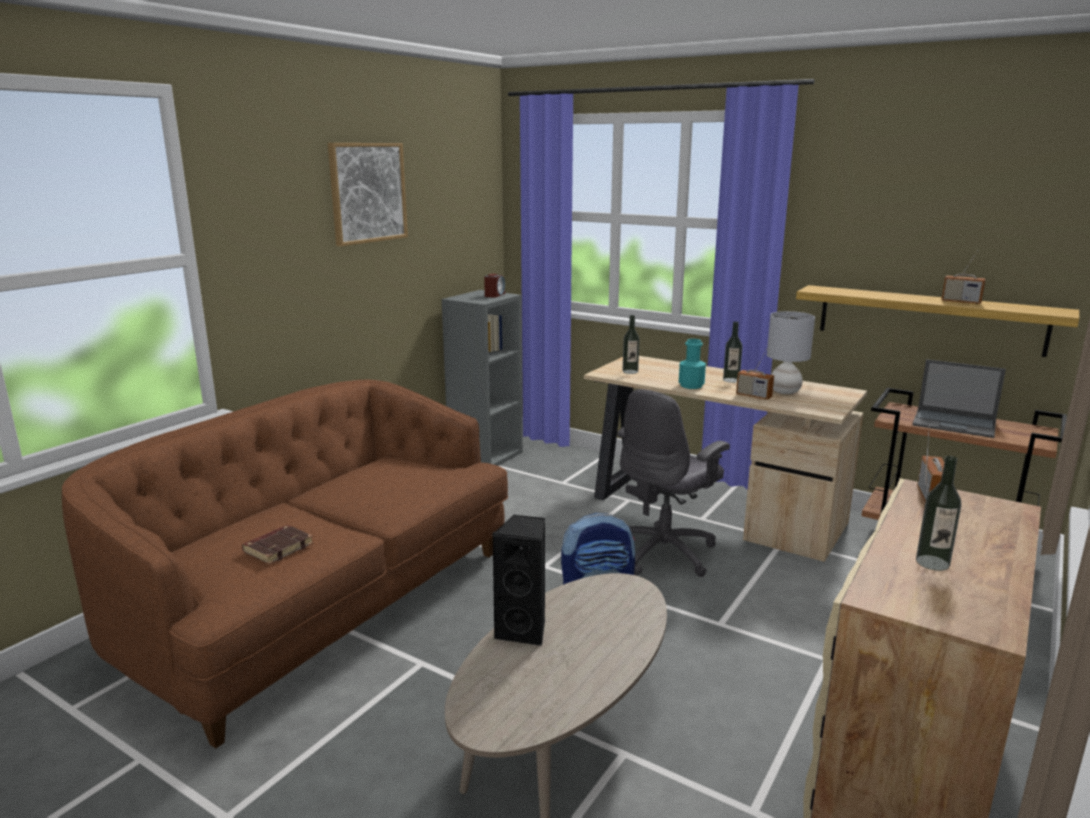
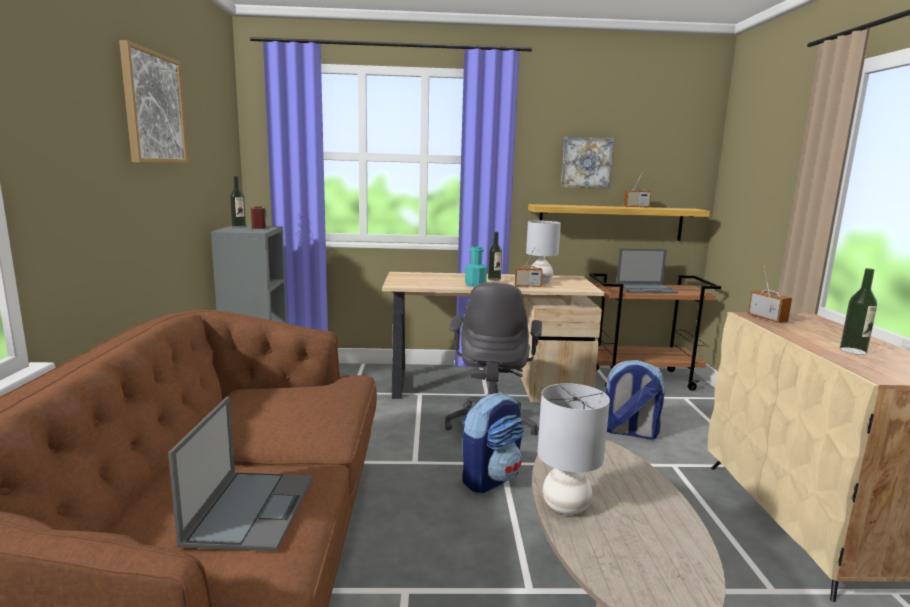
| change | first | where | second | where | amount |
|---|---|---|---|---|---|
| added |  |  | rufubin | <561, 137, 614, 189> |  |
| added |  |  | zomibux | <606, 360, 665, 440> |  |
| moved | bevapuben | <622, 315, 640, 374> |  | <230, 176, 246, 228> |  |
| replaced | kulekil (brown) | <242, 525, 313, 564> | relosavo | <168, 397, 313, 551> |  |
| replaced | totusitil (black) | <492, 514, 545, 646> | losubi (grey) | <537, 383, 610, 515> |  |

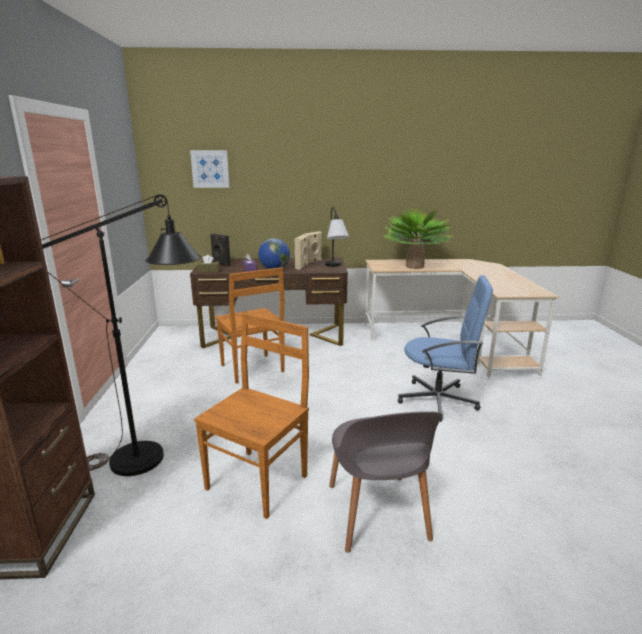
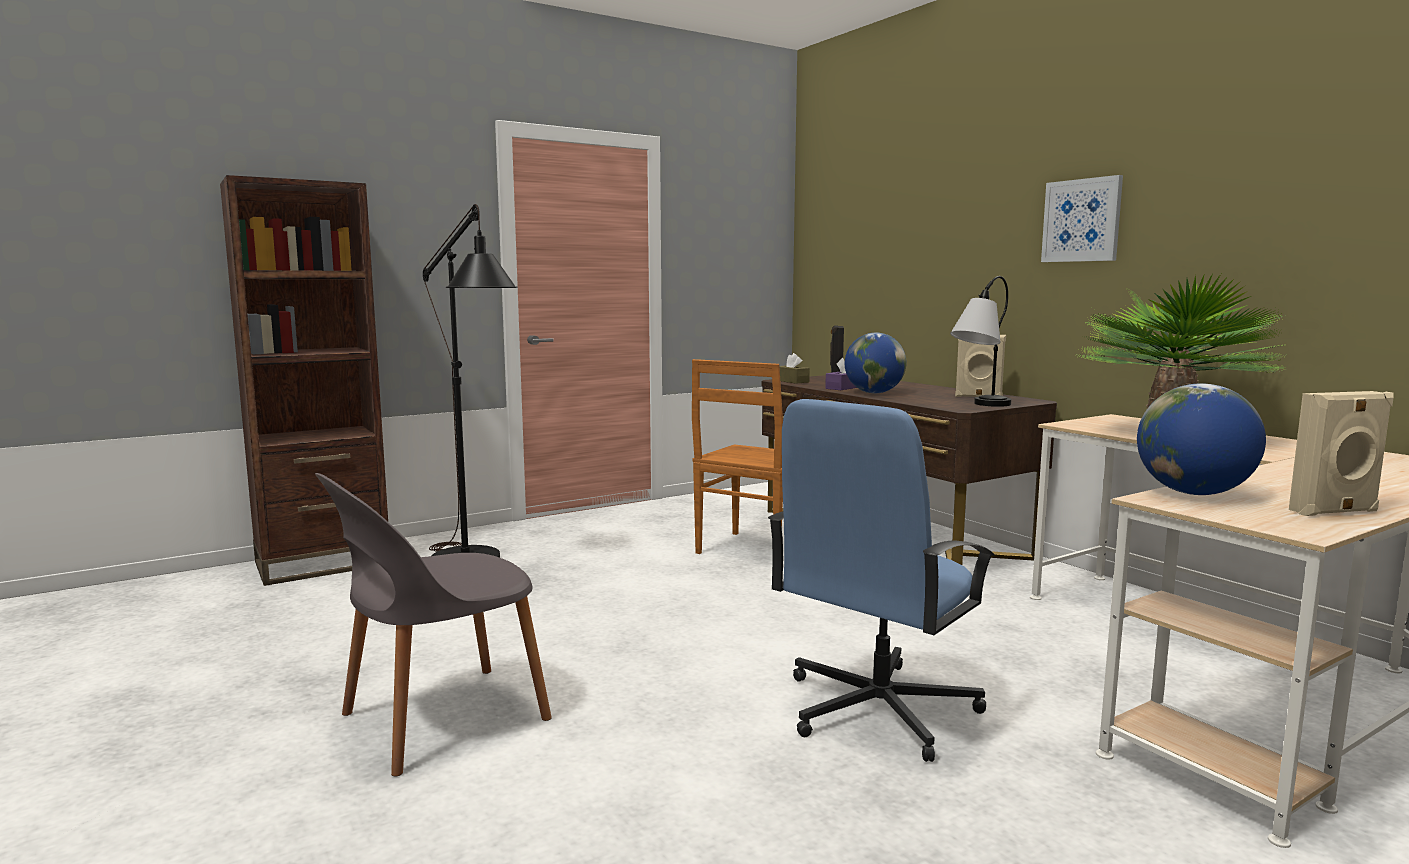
| change | first | where | second | where | amount |
|---|---|---|---|---|---|
| removed | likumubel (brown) | <194, 313, 309, 519> |  |  |  |
| added |  |  | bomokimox | <1137, 383, 1266, 495> |  |
| moved | rufubin | <190, 150, 229, 188> |  | <1041, 175, 1123, 262> |  |
| moved | totusitil (beige) | <295, 235, 308, 270> |  | <1289, 391, 1394, 516> |  |
| turned | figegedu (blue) | <398, 275, 493, 422> |  | <768, 399, 995, 762> | 60 degrees clockwise |

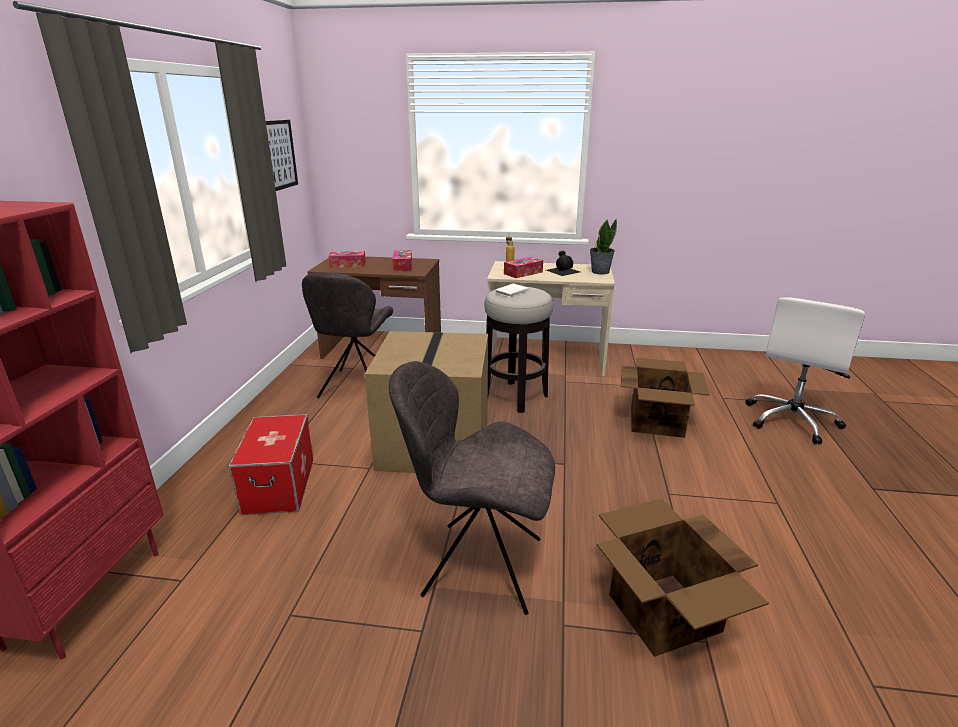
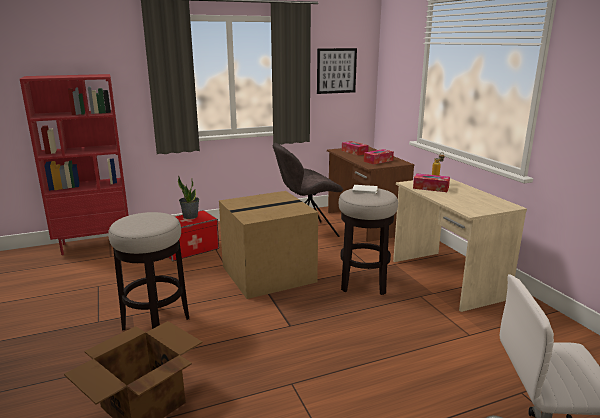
| change | first | where | second | where | amount |
|---|---|---|---|---|---|
| removed | bevapuben (black) | <546, 250, 580, 276> |  |  |  |
| removed | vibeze | <621, 358, 709, 438> |  |  |  |
| moved | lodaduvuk | <590, 219, 617, 274> |  | <178, 176, 199, 219> |  |
| replaced | likumubel (grey) | <389, 361, 555, 615> | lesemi | <108, 212, 189, 330> |  |

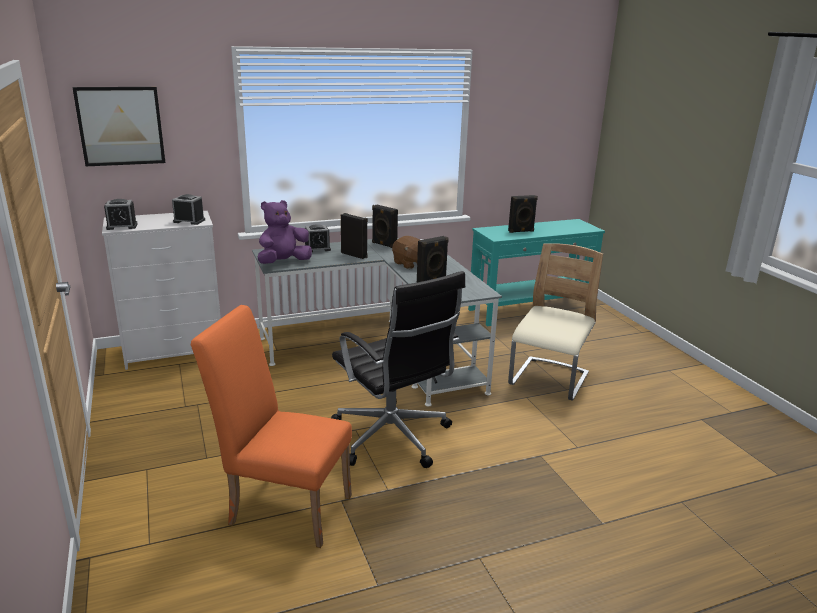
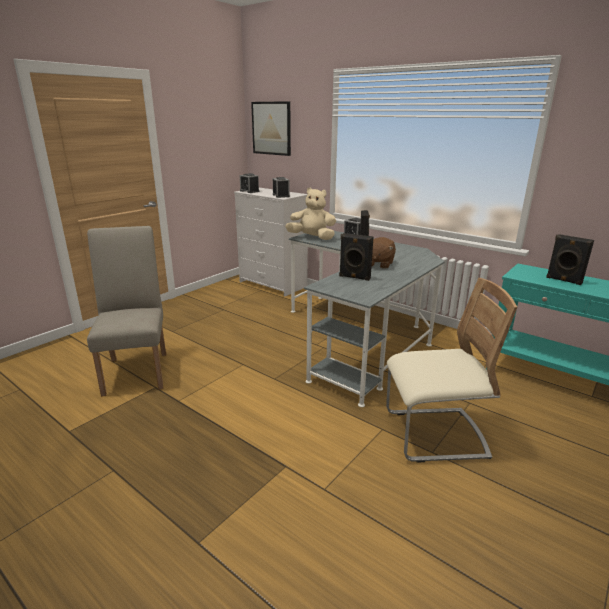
| change | first | where | second | where | amount |
|---|---|---|---|---|---|
| removed | figegedu (black) | <331, 271, 465, 468> |  |  |  |
| removed | totusitil (black) | <372, 205, 398, 248> |  |  |  |
| recoloured | likumubel (orange) | <191, 305, 352, 548> | likumubel (beige) | <87, 226, 166, 397> |  |
| recoloured | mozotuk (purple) | <258, 200, 312, 264> | mozotuk (beige) | <285, 188, 336, 240> |  |

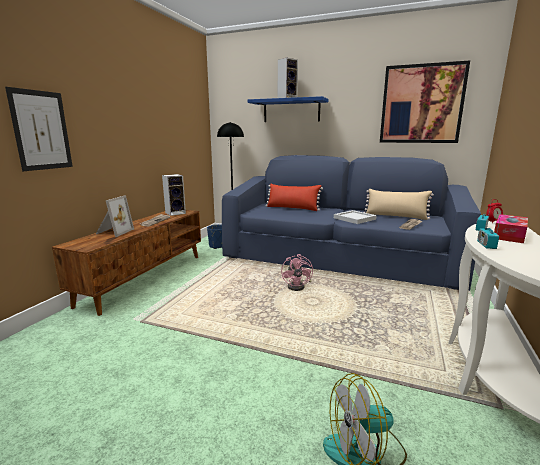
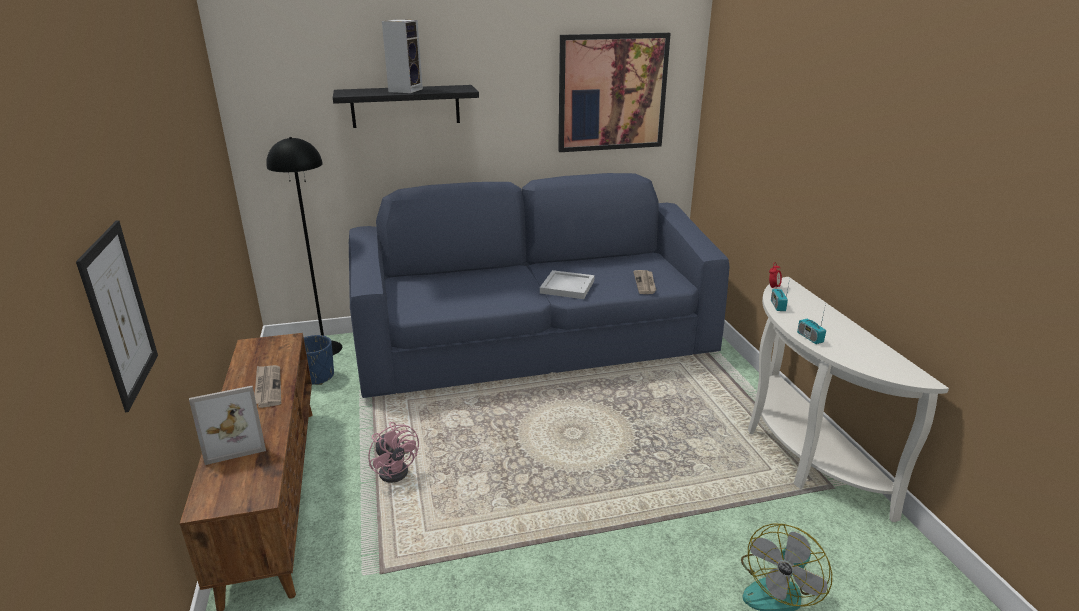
| change | first | where | second | where | amount |
|---|---|---|---|---|---|
| removed | totusitil | <162, 174, 186, 216> |  |  |  |
| removed | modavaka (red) | <265, 183, 323, 211> |  |  |  |
| removed | modavaka (beige) | <363, 189, 434, 220> |  |  |  |
| removed | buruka | <494, 214, 528, 243> |  |  |  |
| moved | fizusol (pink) | <281, 254, 313, 291> |  | <368, 422, 419, 483> |  |
| recoloured | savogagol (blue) | <248, 96, 328, 122> | savogagol (black) | <333, 85, 479, 128> |  |
| turned | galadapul | <96, 195, 134, 237> |  | <189, 386, 266, 465> | 90 degrees clockwise |

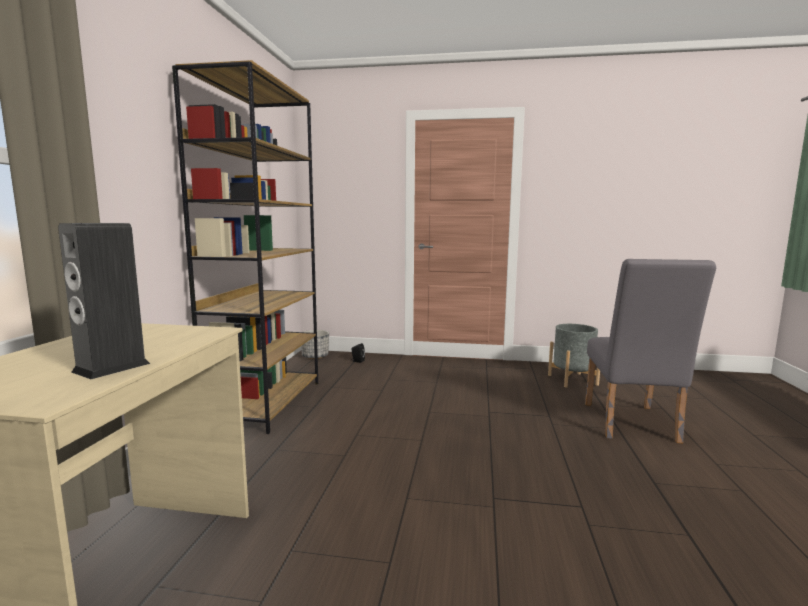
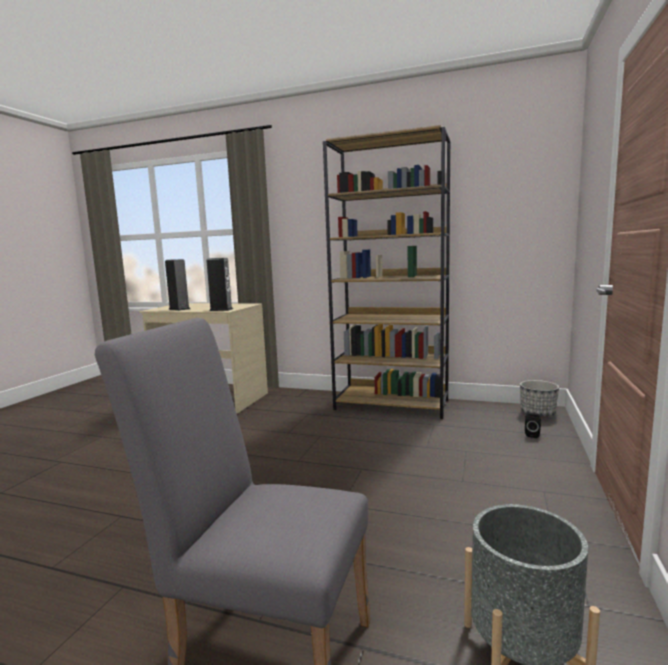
| change | first | where | second | where | amount |
|---|---|---|---|---|---|
| added |  |  | totusitil | <206, 258, 233, 311> |  |

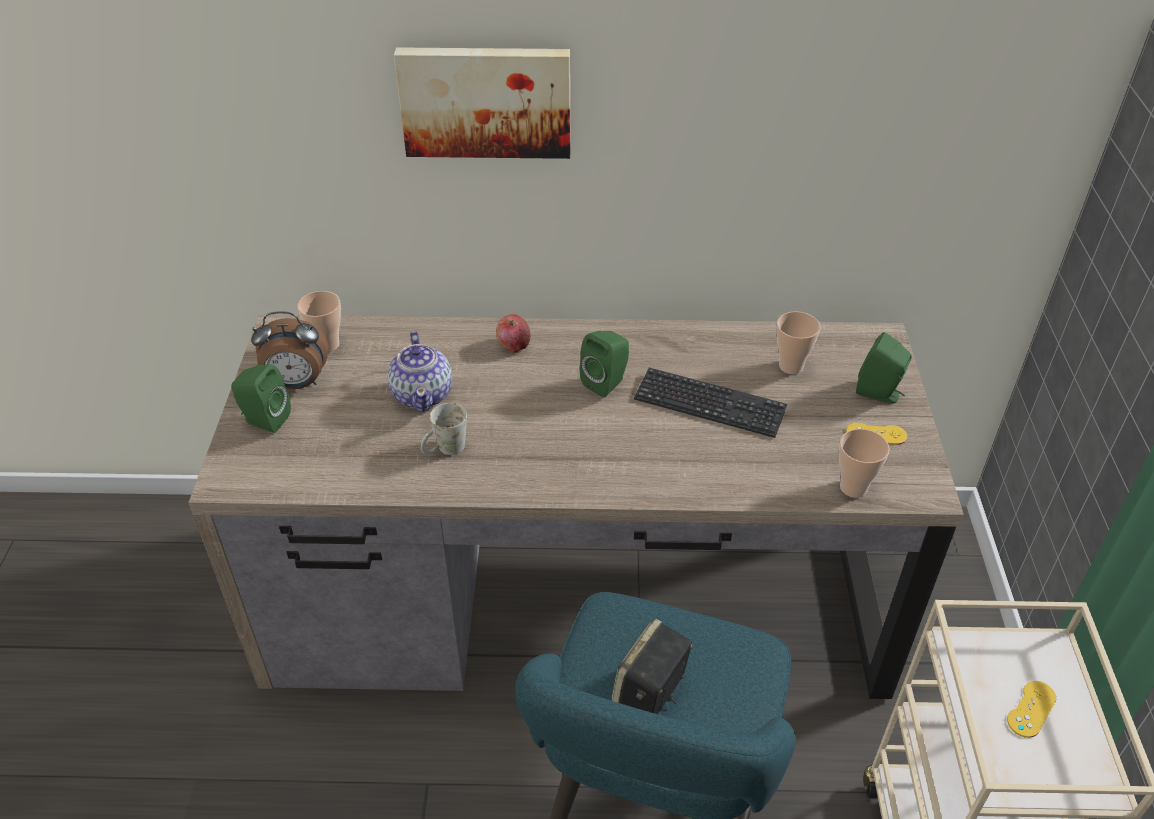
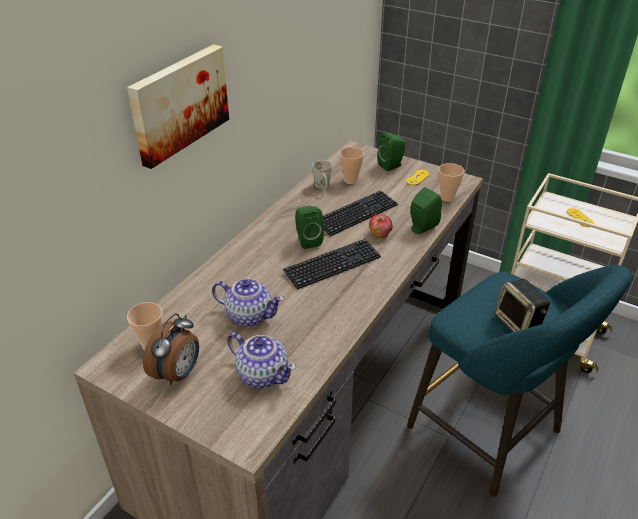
| change | first | where | second | where | amount |
|---|---|---|---|---|---|
| added |  |  | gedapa | <227, 332, 296, 388> |  |
| added |  |  | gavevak | <283, 239, 381, 290> |  |
| moved | totusitil (green) | <231, 364, 291, 433> |  | <411, 187, 442, 234> |  |
| moved | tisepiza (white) | <421, 403, 467, 455> |  | <312, 160, 332, 189> |  |
| moved | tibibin | <496, 314, 531, 353> |  | <369, 214, 393, 238> |  |

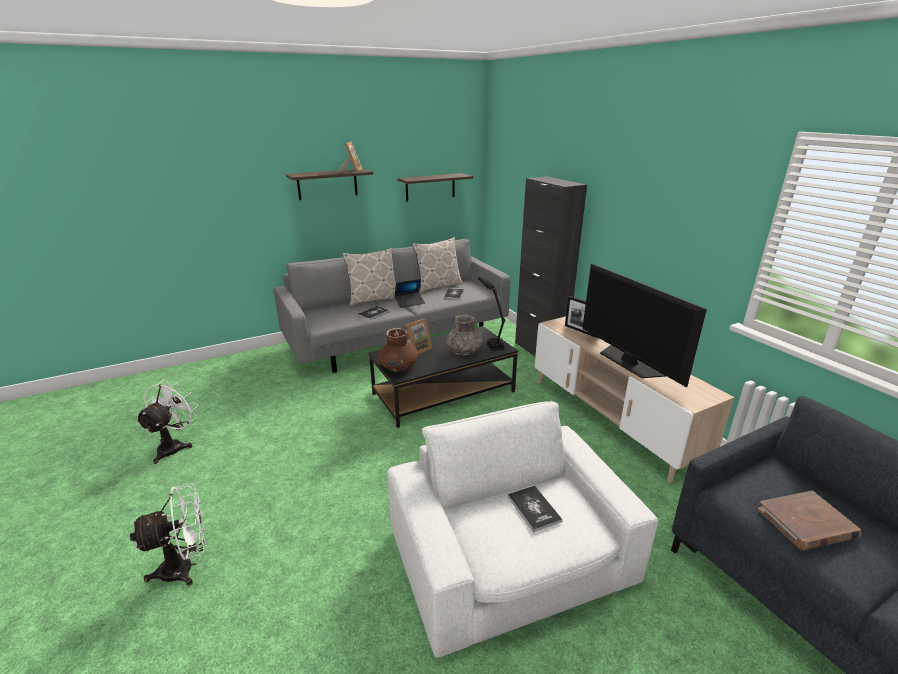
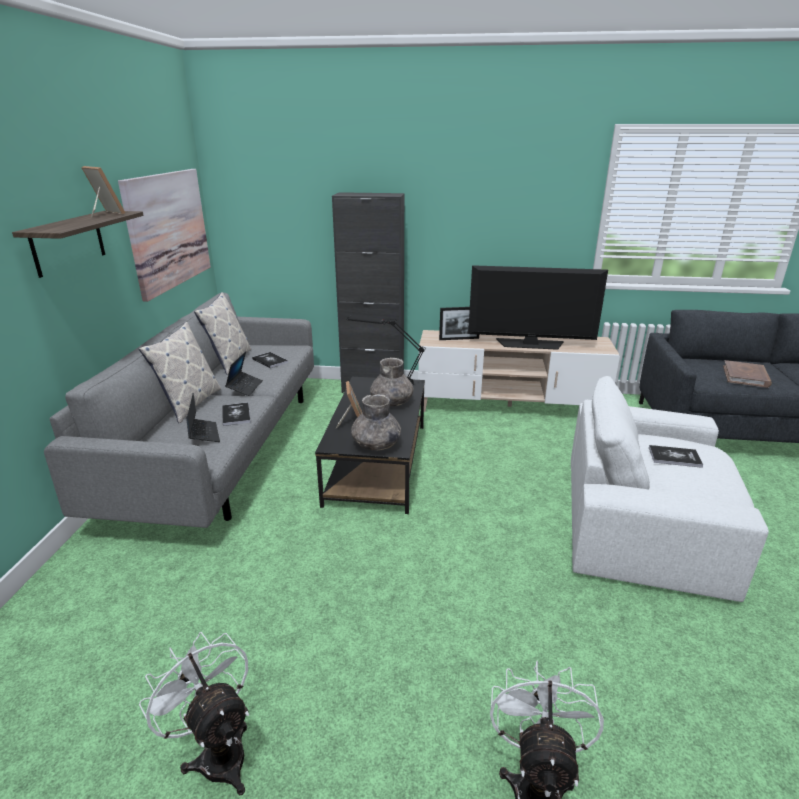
| change | first | where | second | where | amount |
|---|---|---|---|---|---|
| added |  |  | relosavo | <186, 393, 220, 442> |  |
| replaced | savogagol | <397, 173, 473, 202> | rufubin | <118, 169, 211, 302> |  |
| recoloured | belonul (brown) | <379, 328, 418, 372> | belonul (grey) | <351, 394, 401, 451> |  |

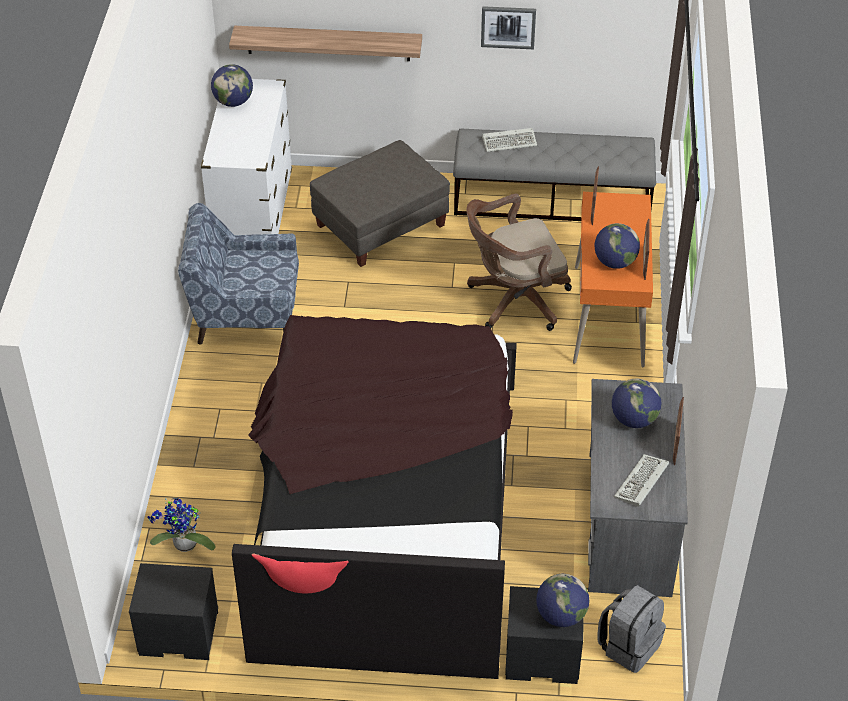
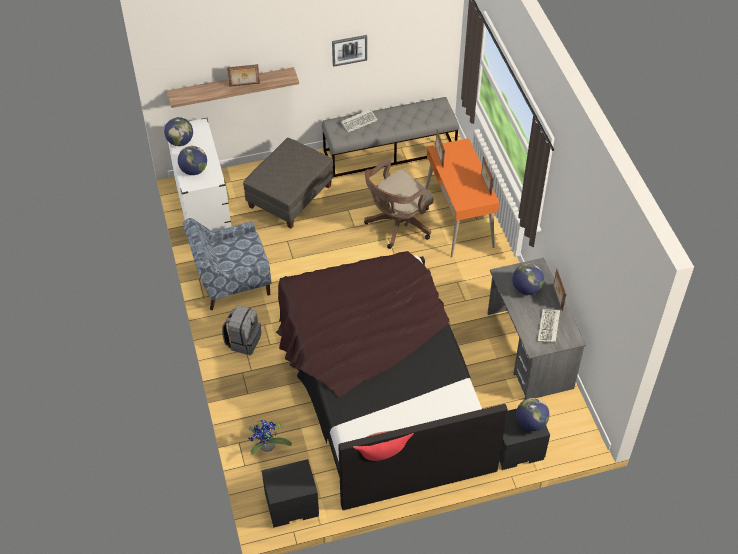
| change | first | where | second | where | amount |
|---|---|---|---|---|---|
| added |  |  | galadapul | <227, 64, 260, 87> |  |
| moved | bomokimox | <595, 223, 640, 269> |  | <178, 146, 207, 175> |  |
| moved | zomibux (grey) | <598, 585, 666, 673> |  | <222, 305, 261, 355> |  |

